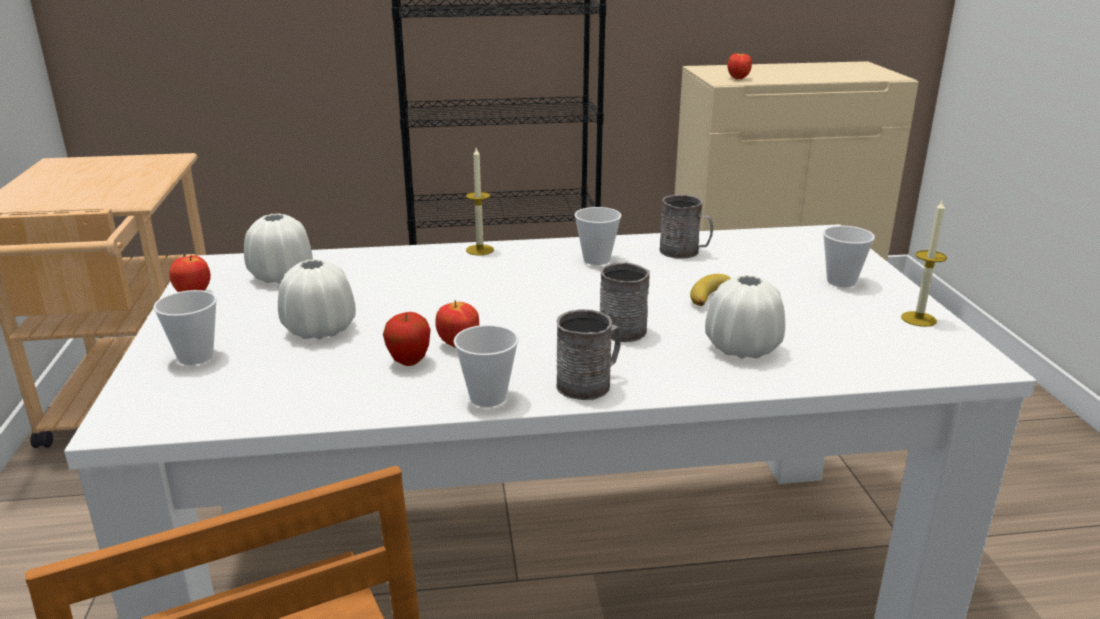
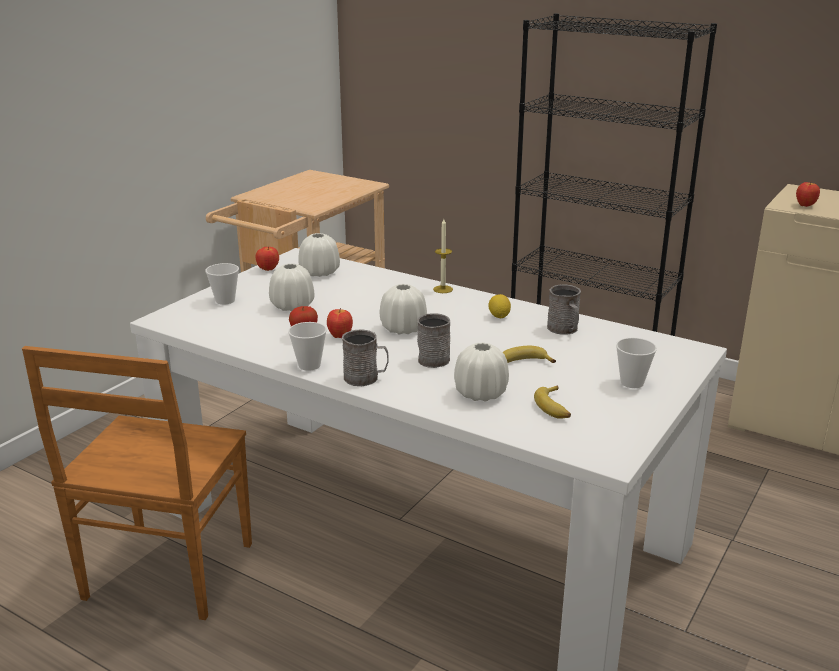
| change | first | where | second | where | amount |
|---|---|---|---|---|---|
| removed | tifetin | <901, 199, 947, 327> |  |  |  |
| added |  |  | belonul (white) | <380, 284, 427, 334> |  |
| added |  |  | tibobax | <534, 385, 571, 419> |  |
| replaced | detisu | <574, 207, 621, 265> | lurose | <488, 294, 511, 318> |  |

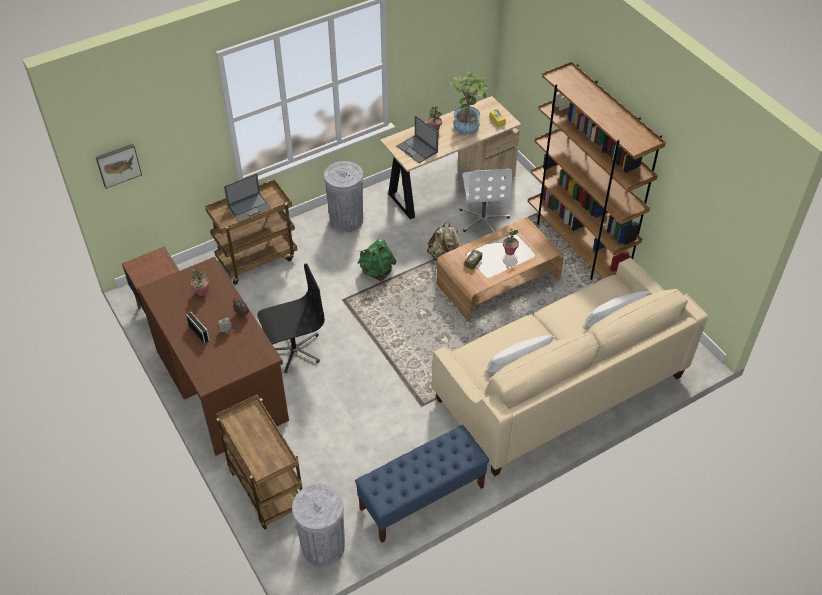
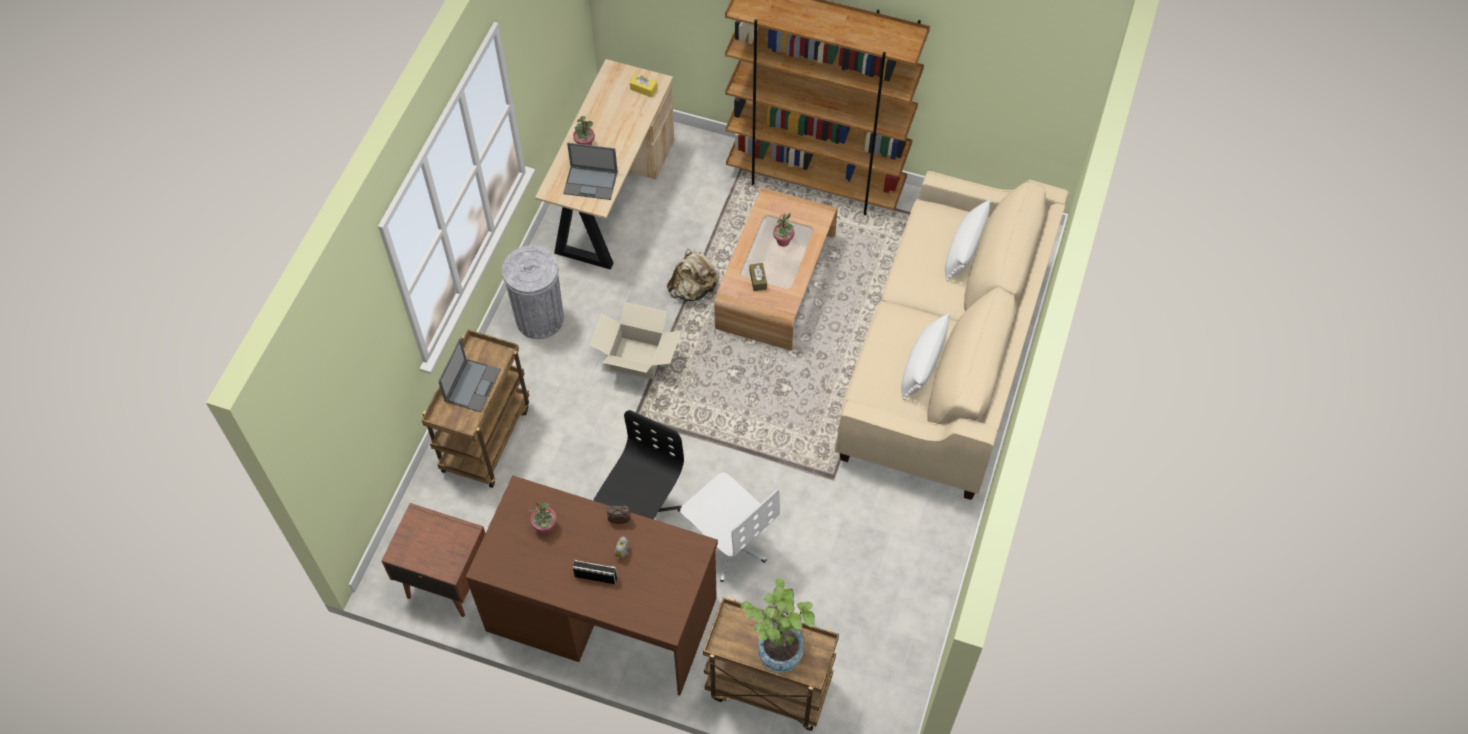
| change | first | where | second | where | amount |
|---|---|---|---|---|---|
| removed | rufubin | <96, 144, 142, 189> |  |  |  |
| removed | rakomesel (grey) | <292, 484, 345, 566> |  |  |  |
| removed | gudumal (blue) | <355, 425, 489, 543> |  |  |  |
| moved | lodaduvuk | <450, 71, 488, 136> |  | <741, 578, 815, 673> |  |
| moved | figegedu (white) | <459, 169, 512, 232> |  | <680, 472, 780, 582> |  |
| replaced | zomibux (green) | <358, 239, 397, 282> | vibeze | <590, 302, 681, 379> |  |

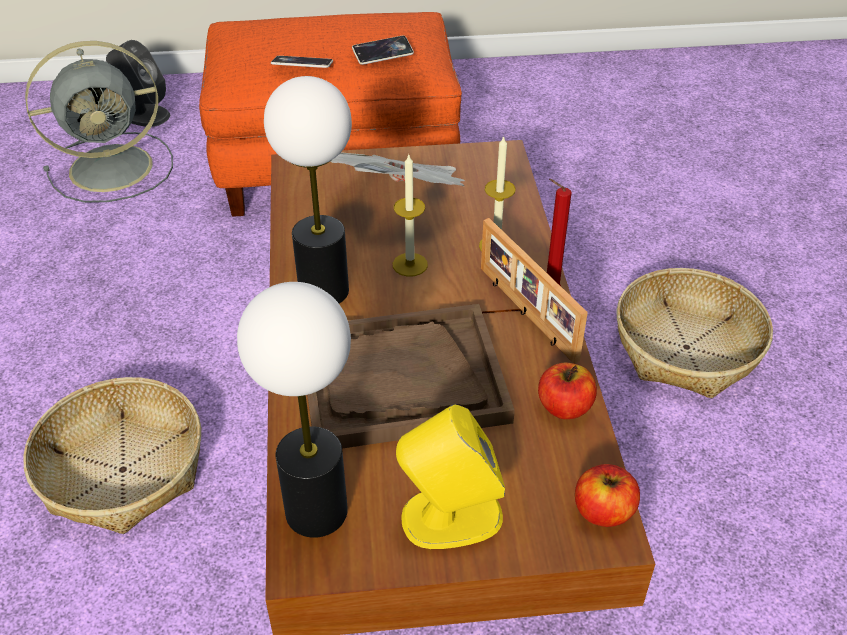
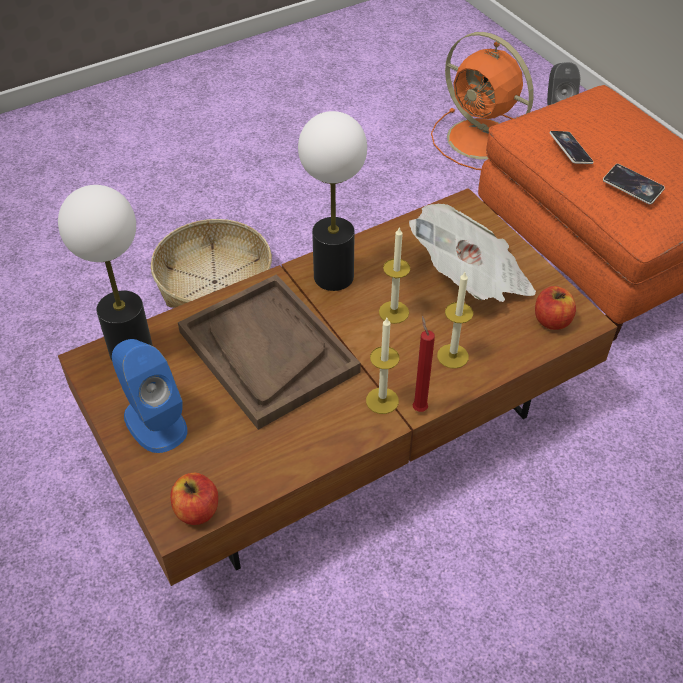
| change | first | where | second | where | amount |
|---|---|---|---|---|---|
| removed | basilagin | <616, 268, 773, 398> |  |  |  |
| moved | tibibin | <538, 363, 597, 419> |  | <535, 286, 576, 330> |  |
| replaced | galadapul | <481, 218, 588, 364> | tifetin | <366, 318, 399, 414> |  |
| recoloured | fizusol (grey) | <25, 41, 173, 203> | fizusol (orange) | <431, 32, 534, 170> |  |
| recoloured | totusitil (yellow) | <396, 404, 505, 549> | totusitil (blue) | <112, 339, 187, 453> |  |

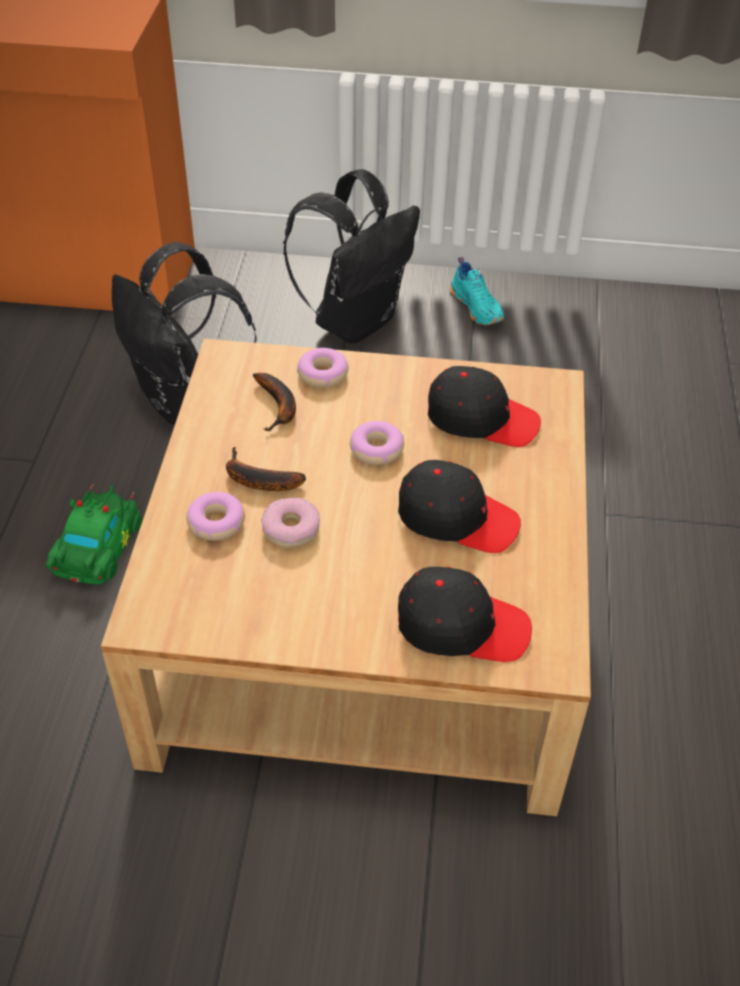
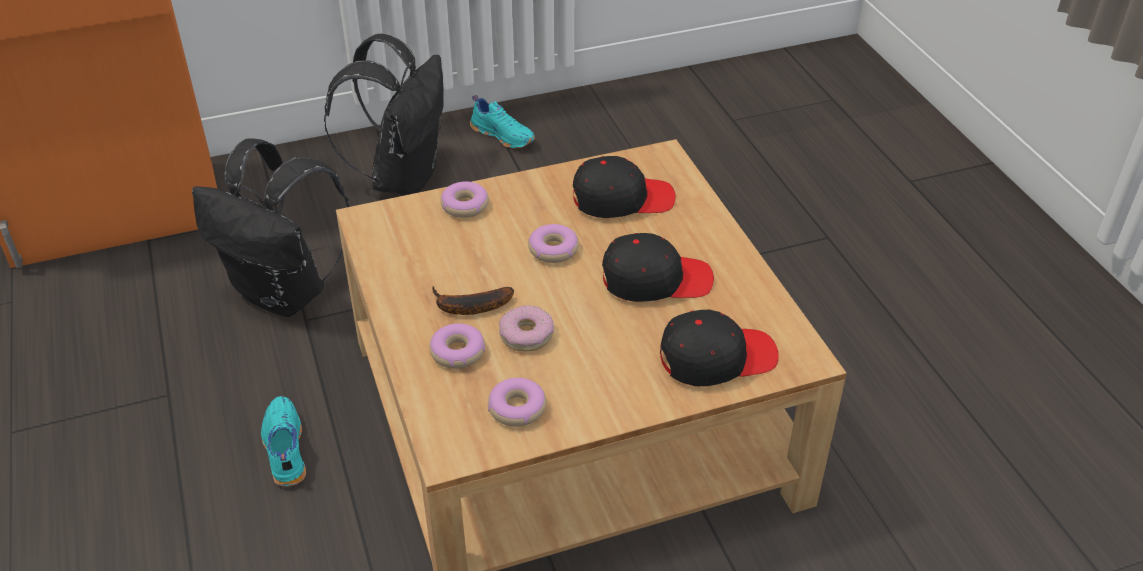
| change | first | where | second | where | amount |
|---|---|---|---|---|---|
| removed | tibobax | <253, 373, 296, 431> |  |  |  |
| added |  |  | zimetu | <488, 378, 546, 427> |  |
| replaced | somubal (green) | <46, 484, 142, 584> | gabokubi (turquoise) | <261, 396, 306, 487> |  |

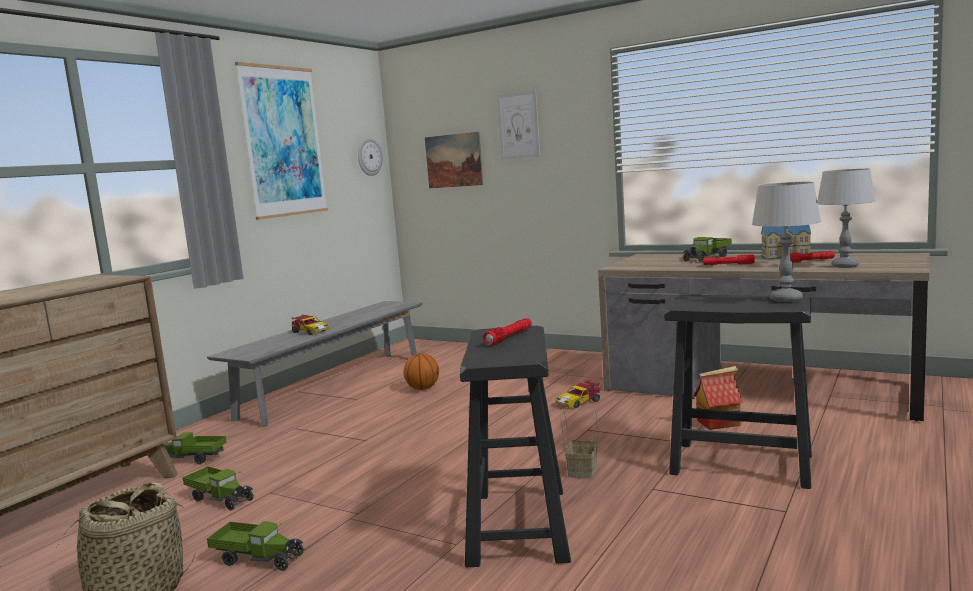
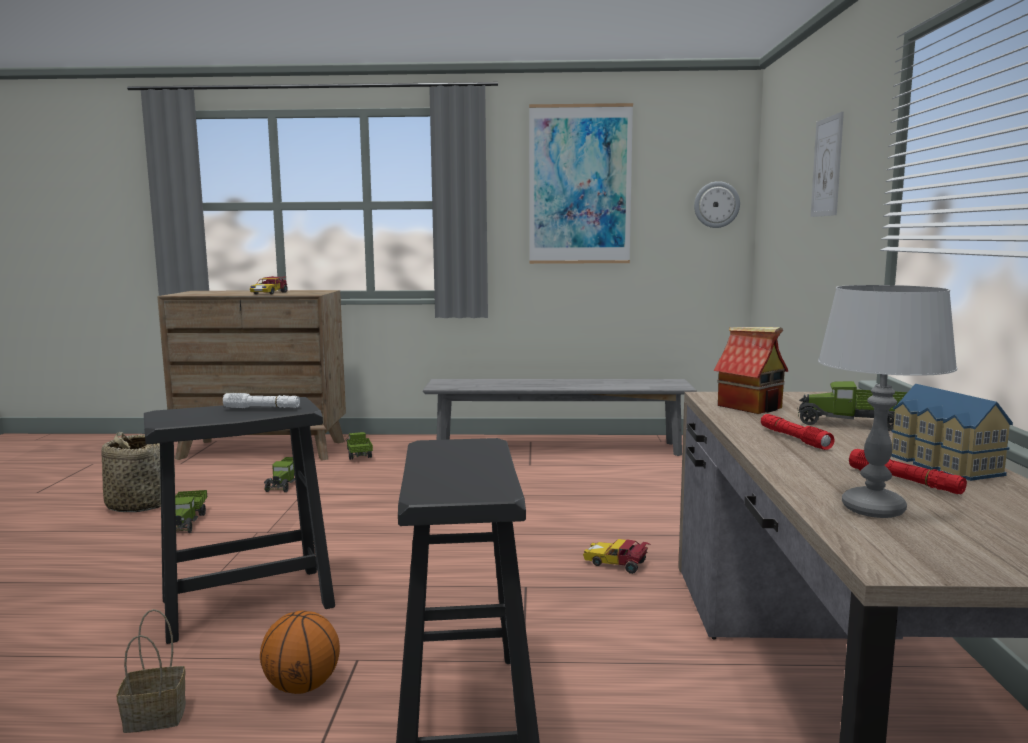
| change | first | where | second | where | amount |
|---|---|---|---|---|---|
| removed | rufubin | <425, 132, 483, 188> |  |  |  |
| removed | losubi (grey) | <752, 182, 821, 302> |  |  |  |
| moved | somubal | <291, 315, 329, 335> |  | <250, 276, 288, 294> |  |
| moved | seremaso | <404, 353, 439, 390> |  | <260, 610, 340, 694> |  |
| moved | basilagin | <561, 409, 597, 478> |  | <117, 609, 186, 733> |  |
| moved | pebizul | <693, 366, 743, 430> |  | <713, 327, 788, 414> |  |
| recoloured | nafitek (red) | <483, 318, 532, 345> | nafitek (white) | <223, 393, 300, 408> |  |

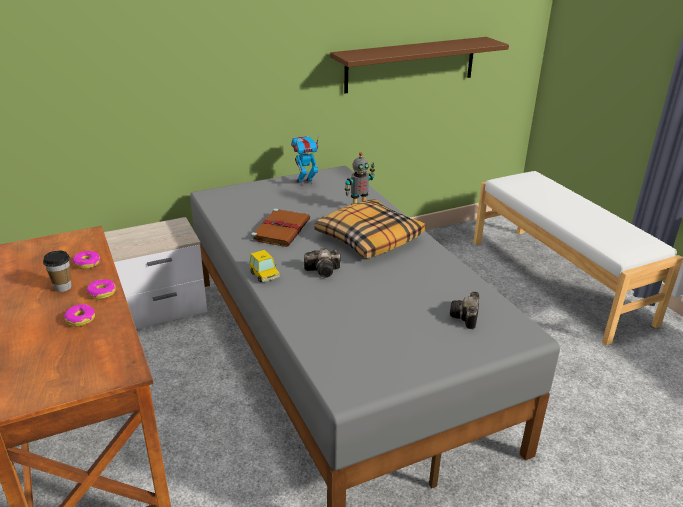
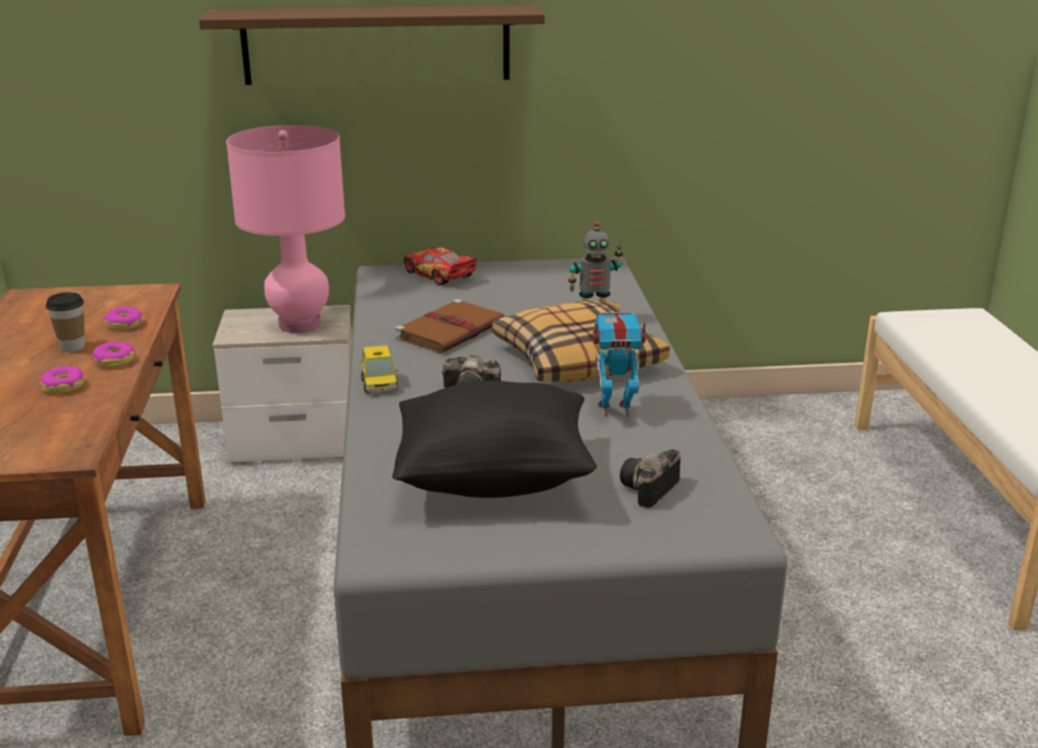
| change | first | where | second | where | amount |
|---|---|---|---|---|---|
| added |  |  | losubi (pink) | <226, 125, 345, 333> |  |
| added |  |  | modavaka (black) | <392, 380, 597, 498> |  |
| added |  |  | somubal | <404, 247, 477, 286> |  |
| moved | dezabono | <291, 135, 319, 186> |  | <593, 312, 647, 417> |  |
| moved | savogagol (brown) | <330, 37, 509, 93> |  | <199, 5, 545, 85> |  |

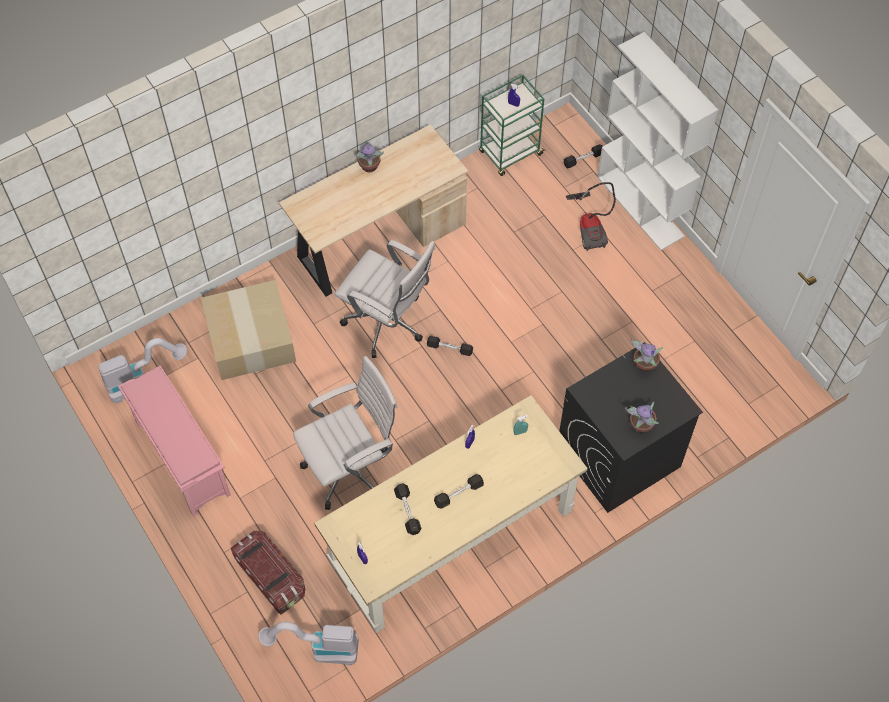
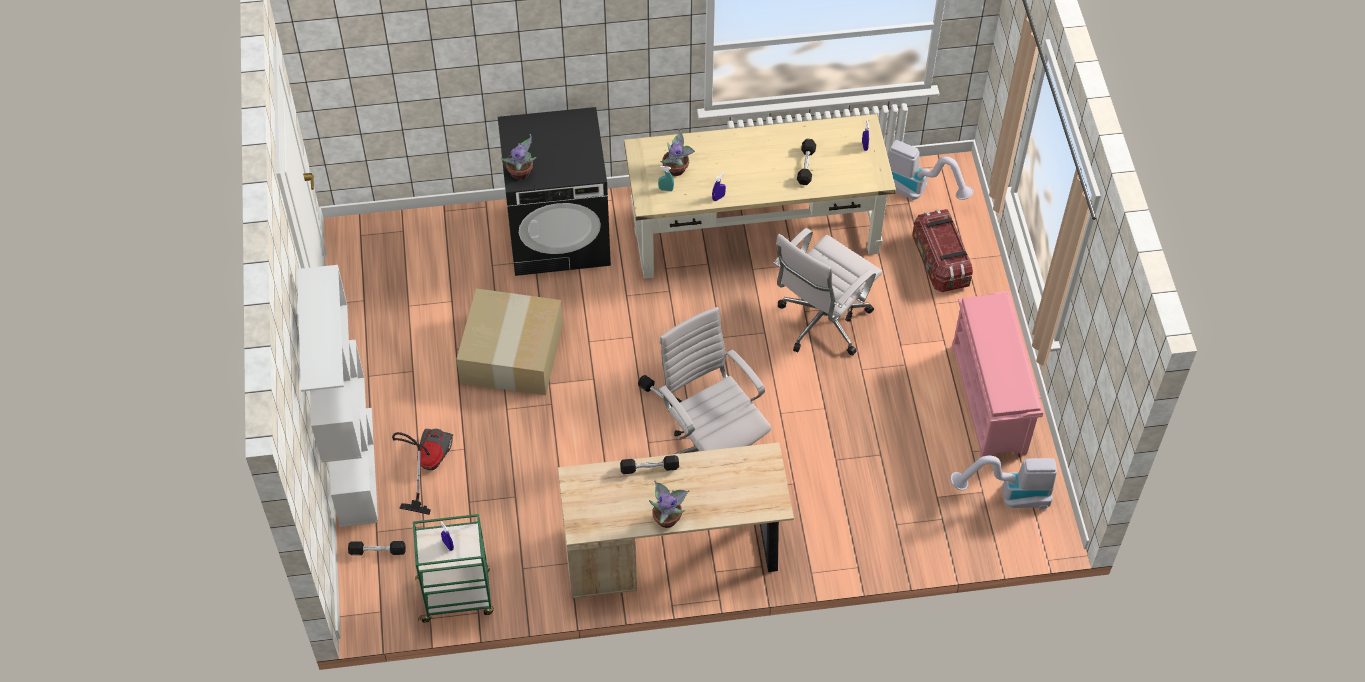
| change | first | where | second | where | amount |
|---|---|---|---|---|---|
| moved | vibeze | <201, 280, 296, 380> |  | <456, 288, 563, 395> |  |
| moved | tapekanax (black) | <434, 474, 484, 508> |  | <620, 455, 679, 474> |  |
| moved | lodaduvuk | <625, 402, 659, 433> |  | <660, 129, 695, 176> |  |
| turned | figegedu (white) | <293, 356, 398, 510> |  | <774, 228, 882, 355> | 45 degrees counterclockwise |

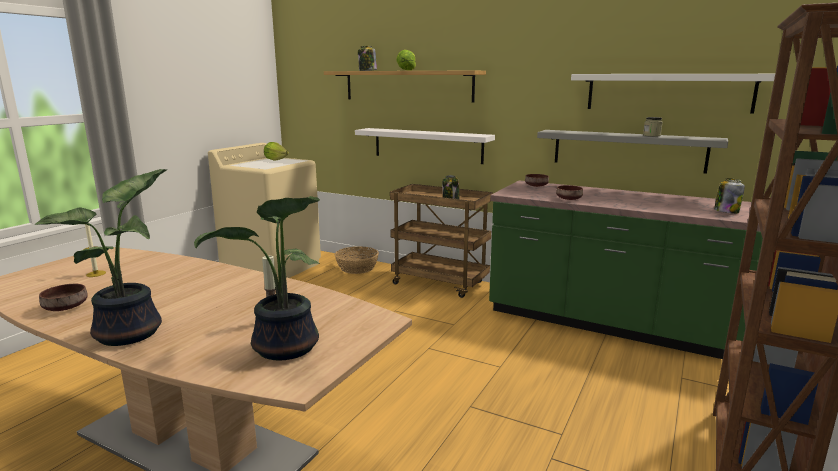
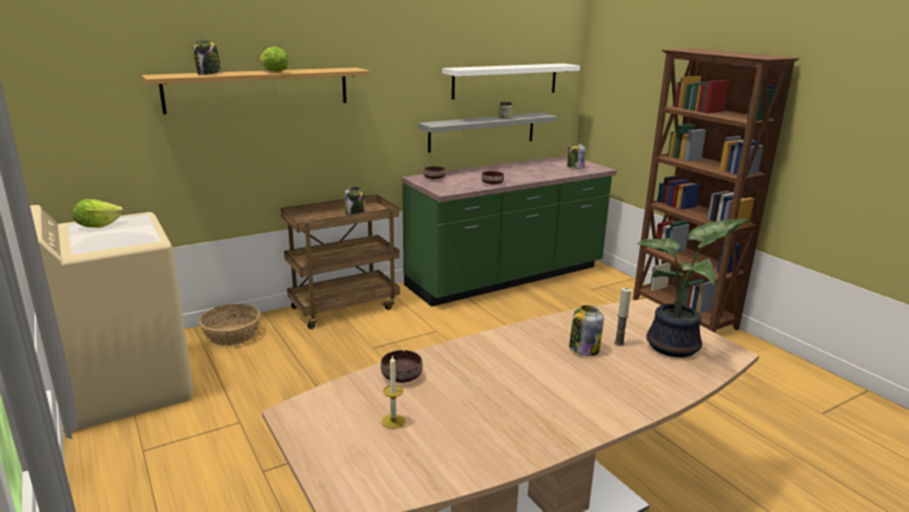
| change | first | where | second | where | amount |
|---|---|---|---|---|---|
| removed | lodaduvuk | <34, 169, 167, 346> |  |  |  |
| removed | savogagol (white) | <355, 128, 495, 164> |  |  |  |
| added |  |  | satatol | <569, 305, 604, 356> |  |
| moved | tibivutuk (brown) | <39, 284, 88, 311> |  | <381, 350, 423, 383> |  |

